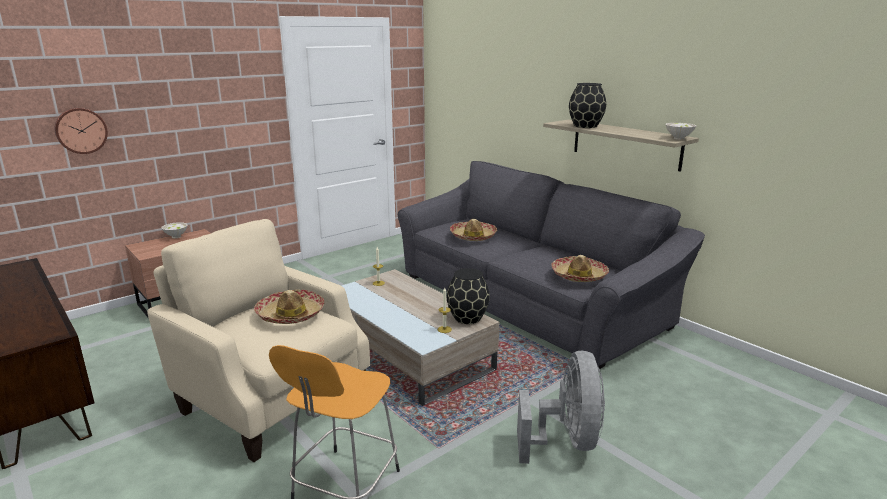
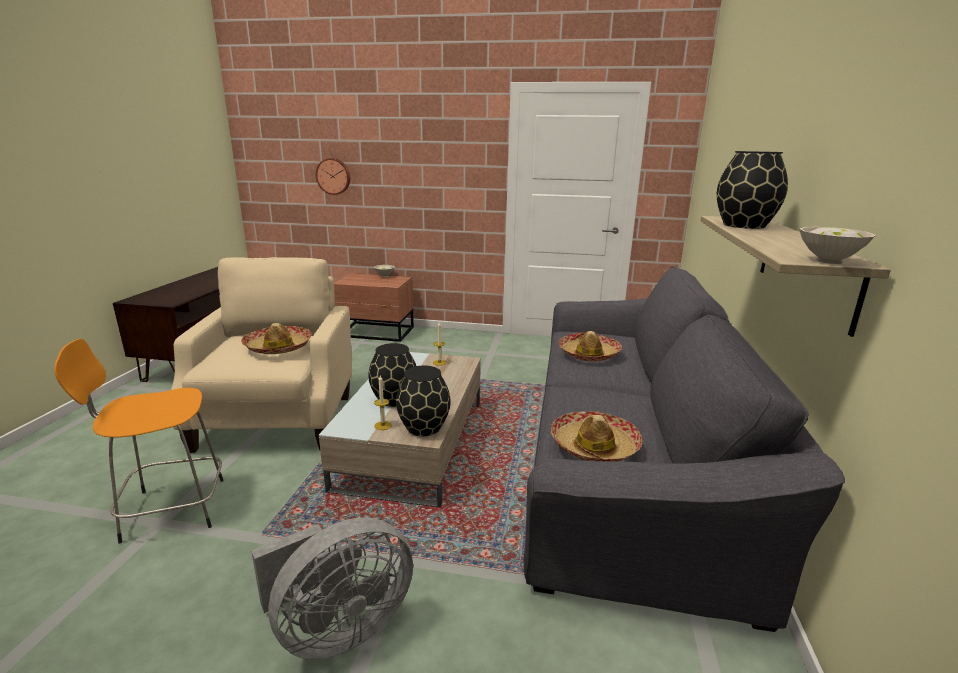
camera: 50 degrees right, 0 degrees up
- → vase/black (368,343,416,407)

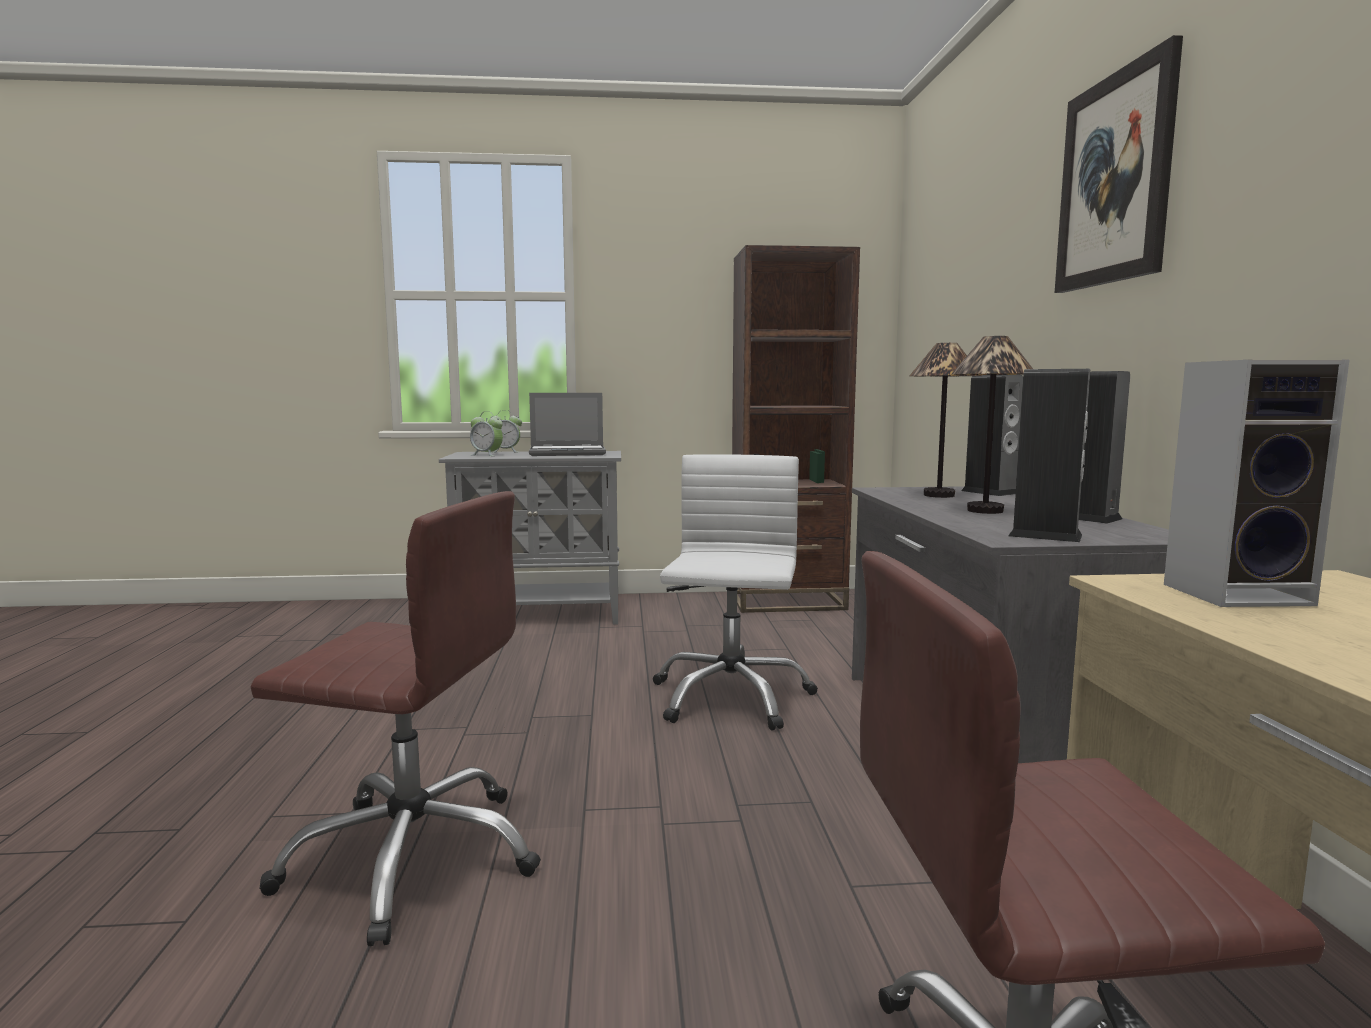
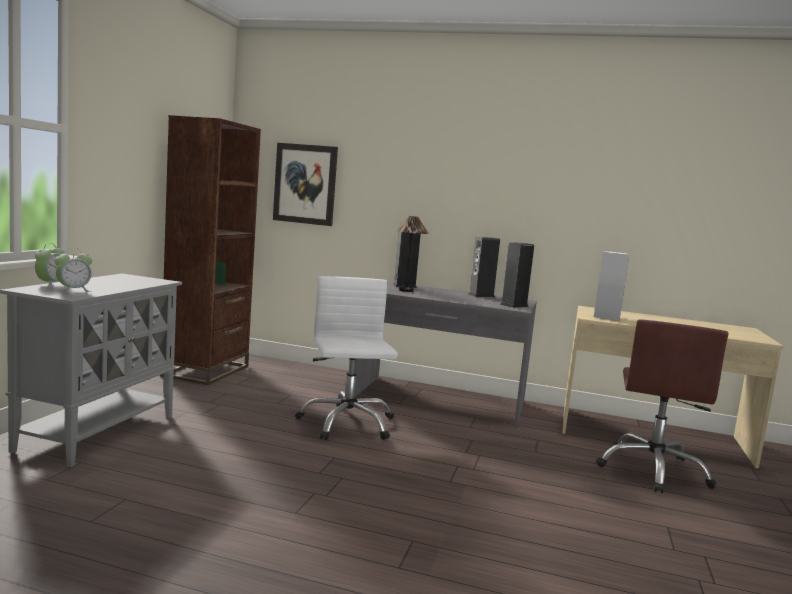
camera: 70 degrees left, 0 degrees up
picture (1055,35,1183,293) → picture (273,143,338,226), shifted
table lamp (951,336,1033,514) → -
laptop (529,393,606,456) → -
office chair/white (653,454,818,731) → office chair/white (295,276,398,441), 45 degrees clockwise
office chair/brown (251,491,541,946) → -

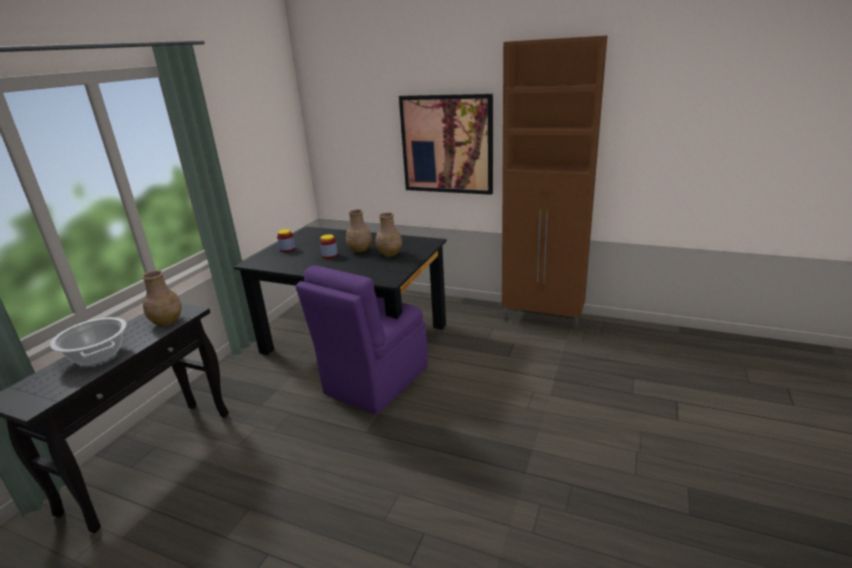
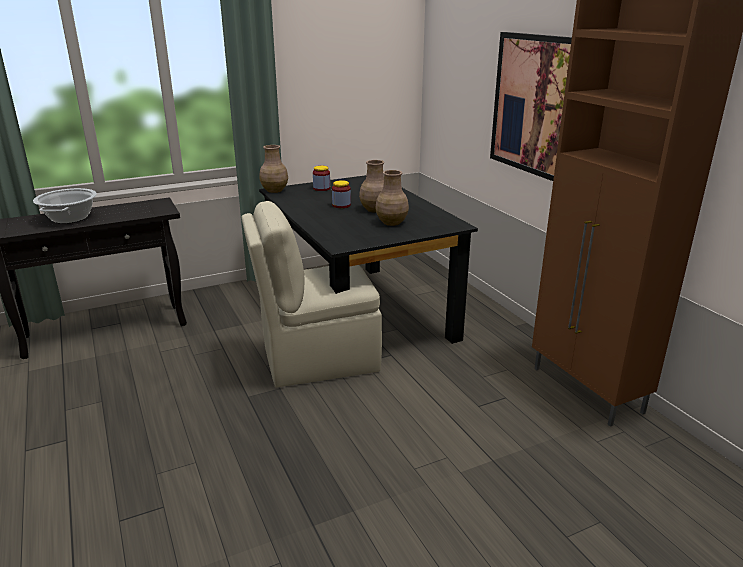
camera: 40 degrees right, 0 degrees up
chair/purple (296,265,428,415) → chair/beige (241,201,382,388)
vase/brown (141,270,182,326) → vase/brown (259,145,288,193), shifted

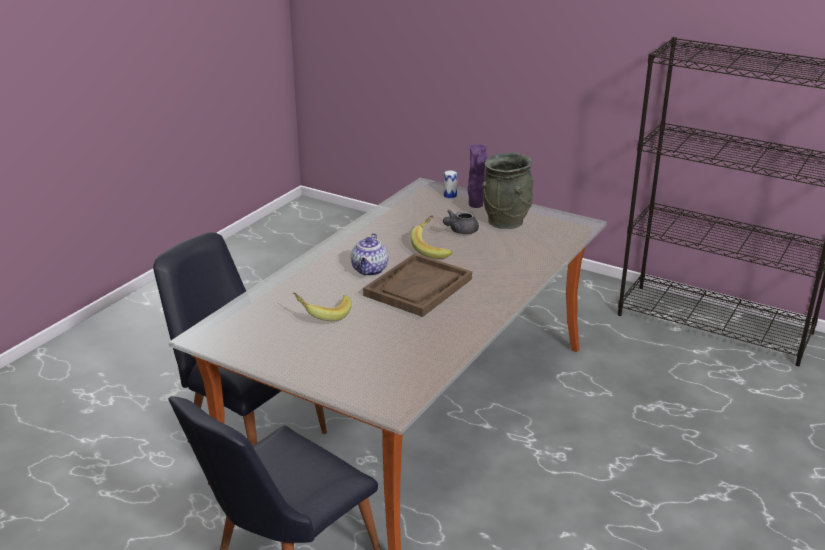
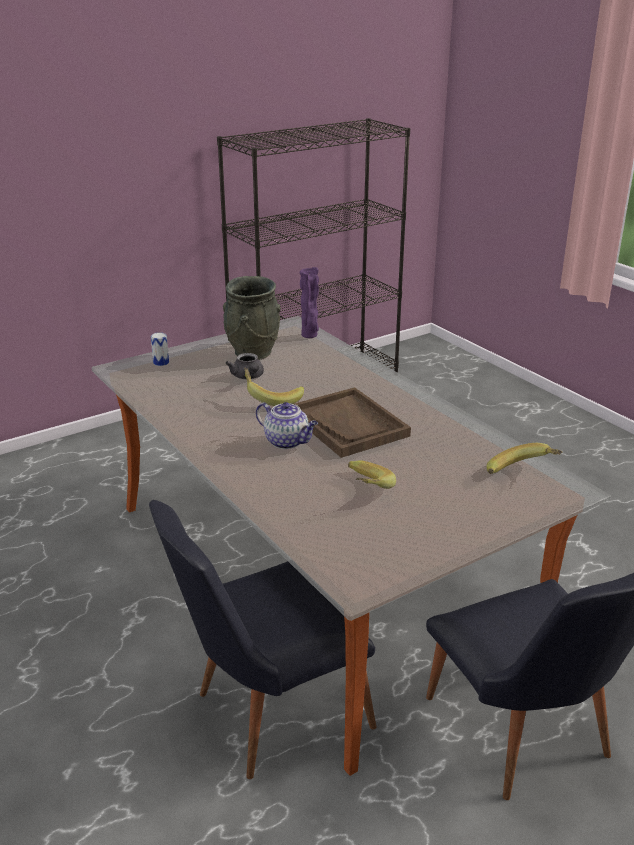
camera: 65 degrees left, 0 degrees up
vase/purple (468,144,488,208) → vase/purple (299,267,319,338), shifted
- → banana (486,443,563,474)

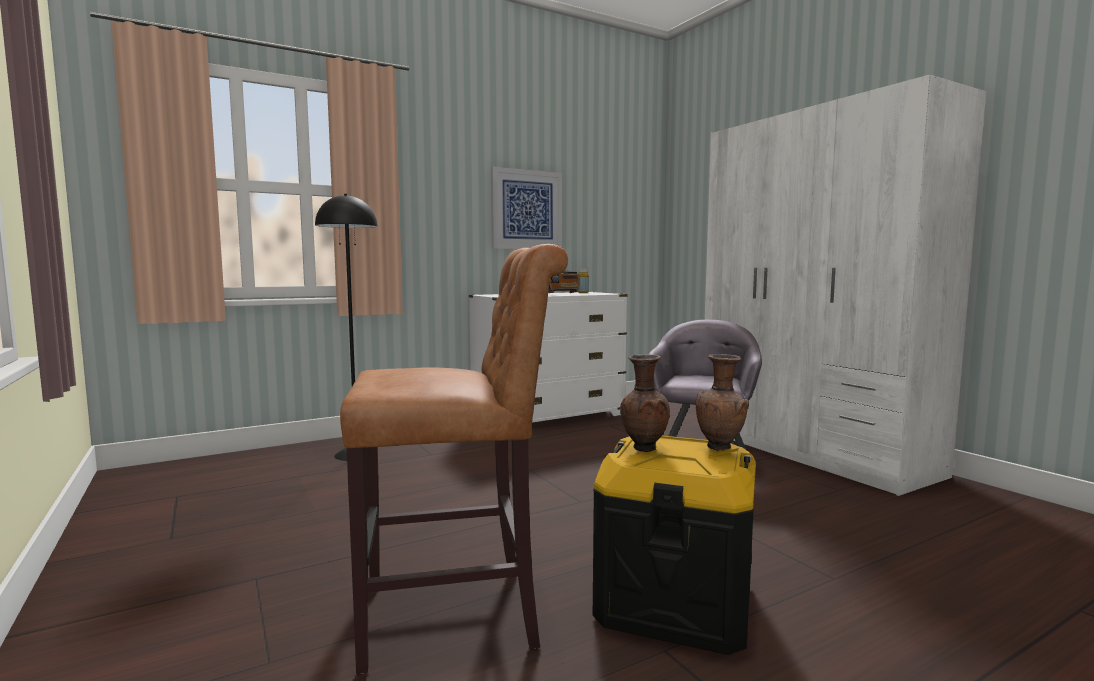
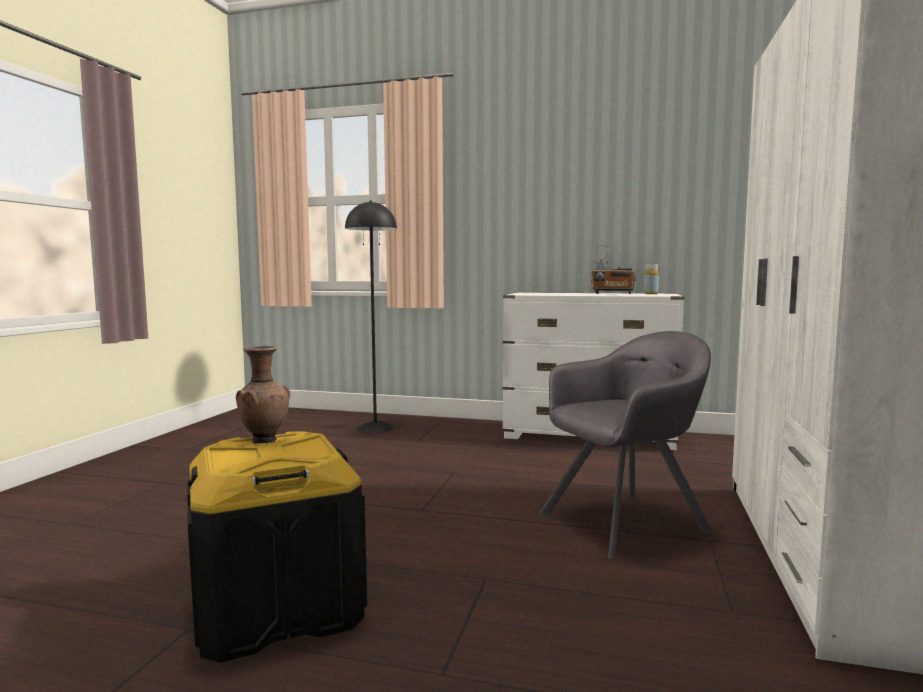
camera: 45 degrees right, 0 degrees up
picture (491,167,562,249) → -
stool/brown (340,244,568,674) → -
vase/brown (695,354,749,451) → -

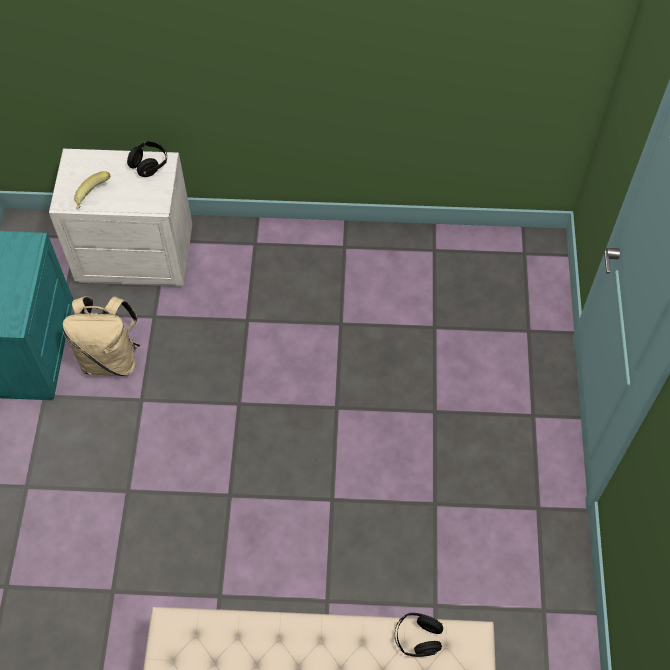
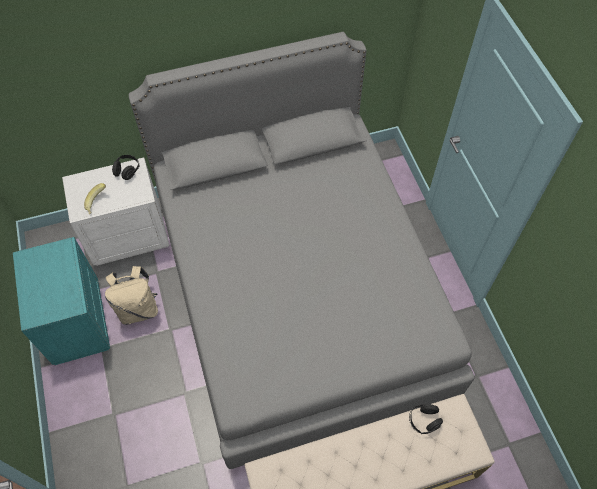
camera: 20 degrees left, 0 degrees up
- → bed/grey (129,32,474,469)

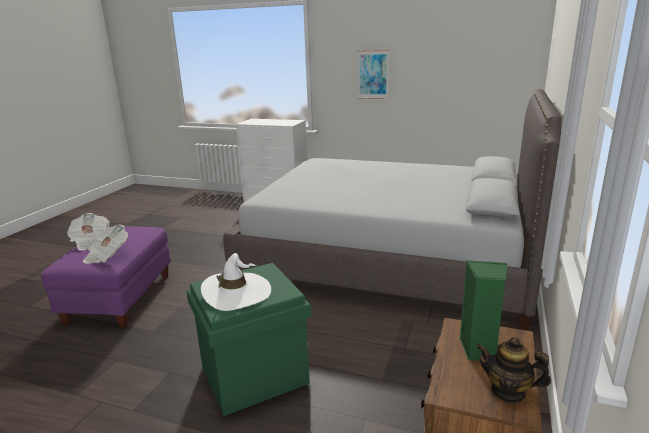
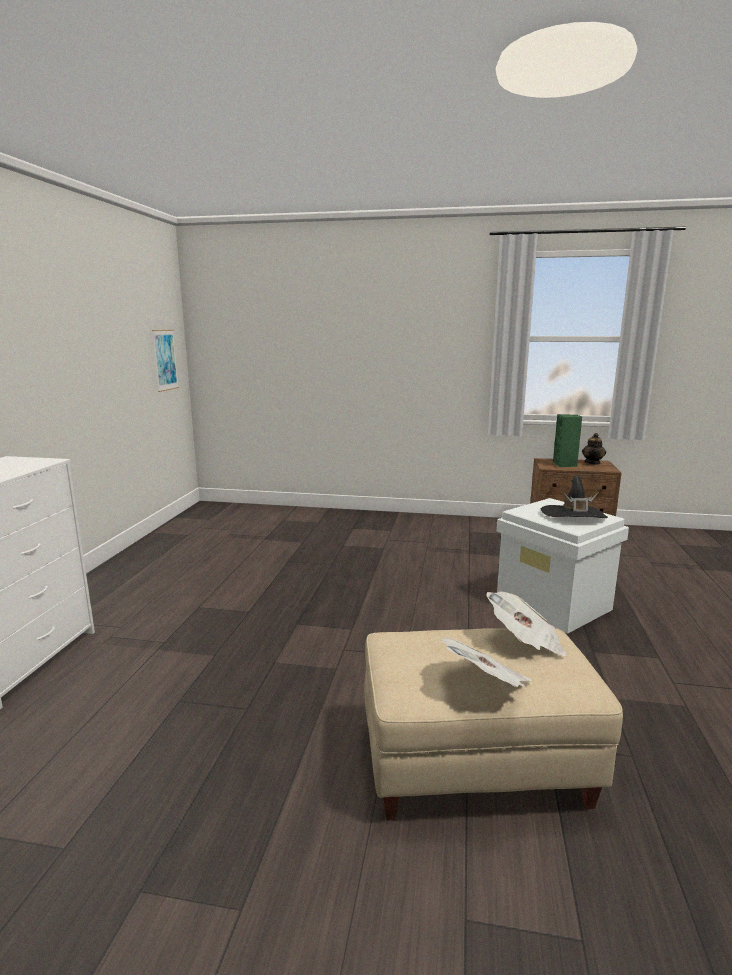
camera: 100 degrees left, 5 degrees down
picture (358,50,388,99) → picture (152,330,179,392), shifted
bed/grey (223,89,562,331) → -
ottoman/purple (41,226,171,328) → ottoman/beige (364,628,623,820)
hat/white (201,253,271,311) → hat/black (541,476,608,518)
storage box/green (186,263,311,416) → storage box/white (496,498,629,634)

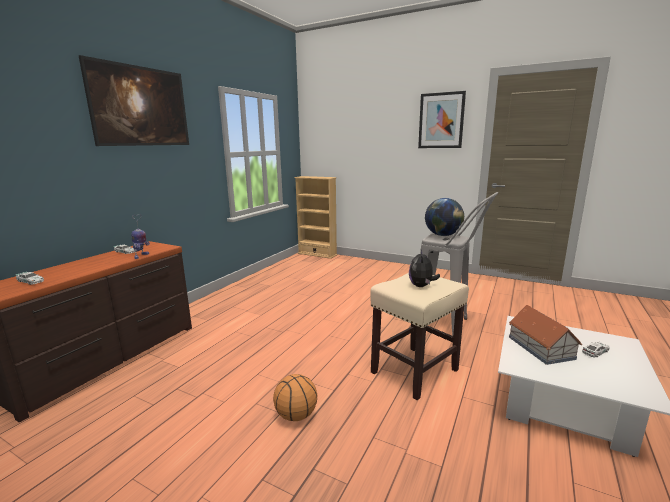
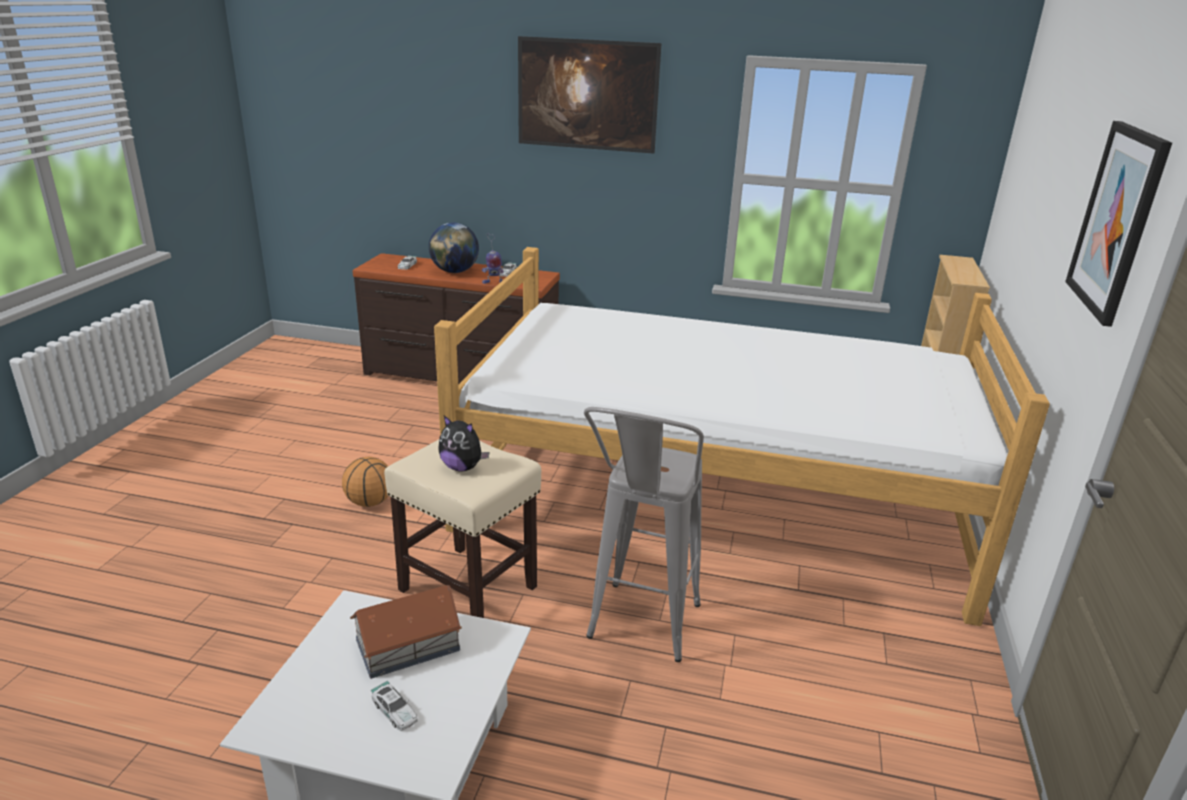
camera: 75 degrees right, 10 degrees up
globe (425,198,464,236) → globe (429,222,479,273), shifted
plush toy (409,250,440,287) → plush toy (438,416,489,472), 150 degrees counterclockwise
- → bed (434,247,1050,626)

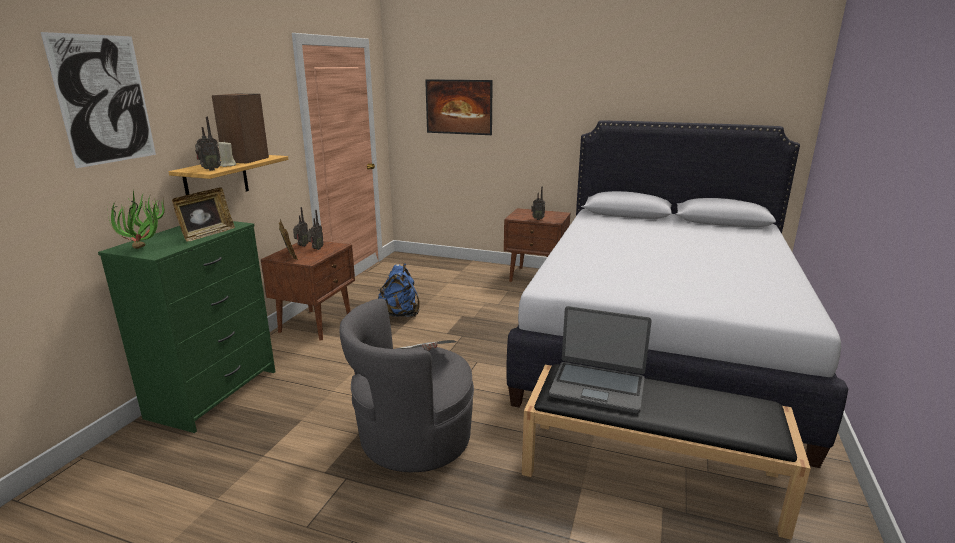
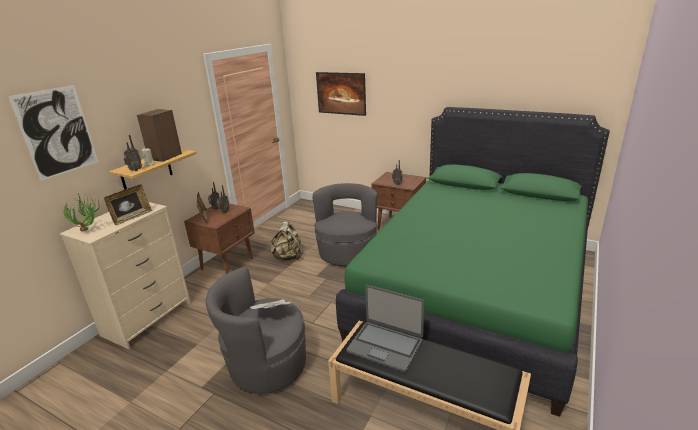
camera: 10 degrees right, 5 degrees up
bed/white (507,120,848,468) → bed/green (336,107,610,417)
dresser/green (98,221,275,433) → dresser/beige (60,202,191,349)
backpack/blue (378,263,420,317) → backpack/beige (270,221,301,260)
- → armchair/grey (313,183,377,266)

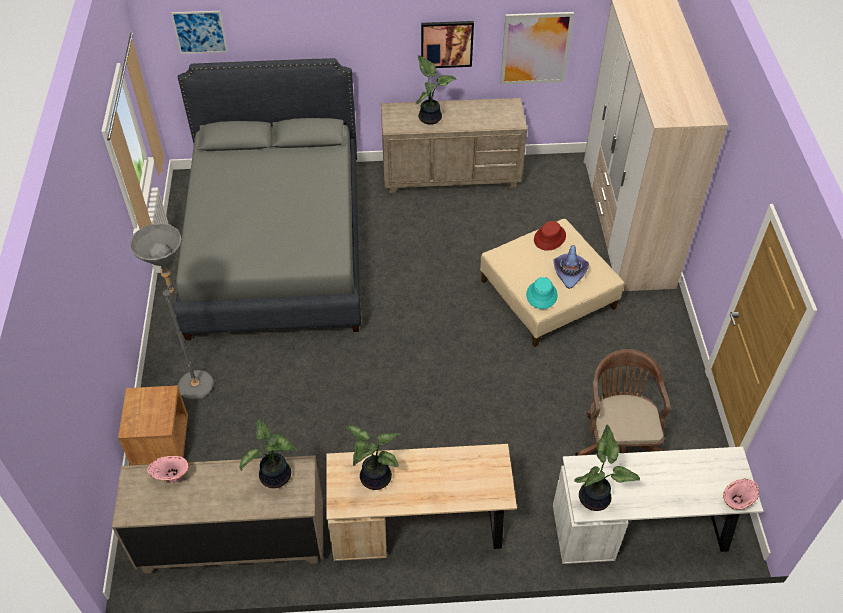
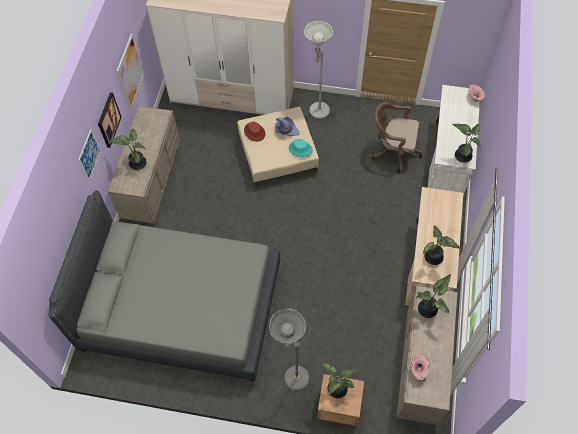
camera: 75 degrees left, 10 degrees up
picture (171,11,228,54) → picture (79,129,101,180), shifted
- → floor lamp/grey (304,21,333,119)
- → potted plant (321,363,356,398)

